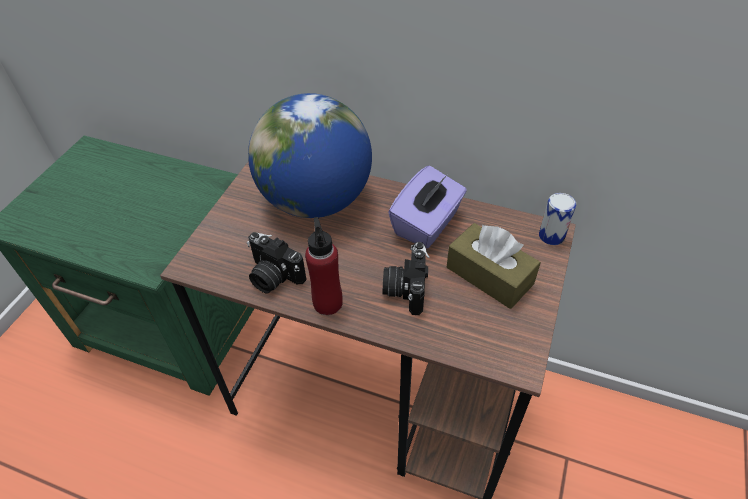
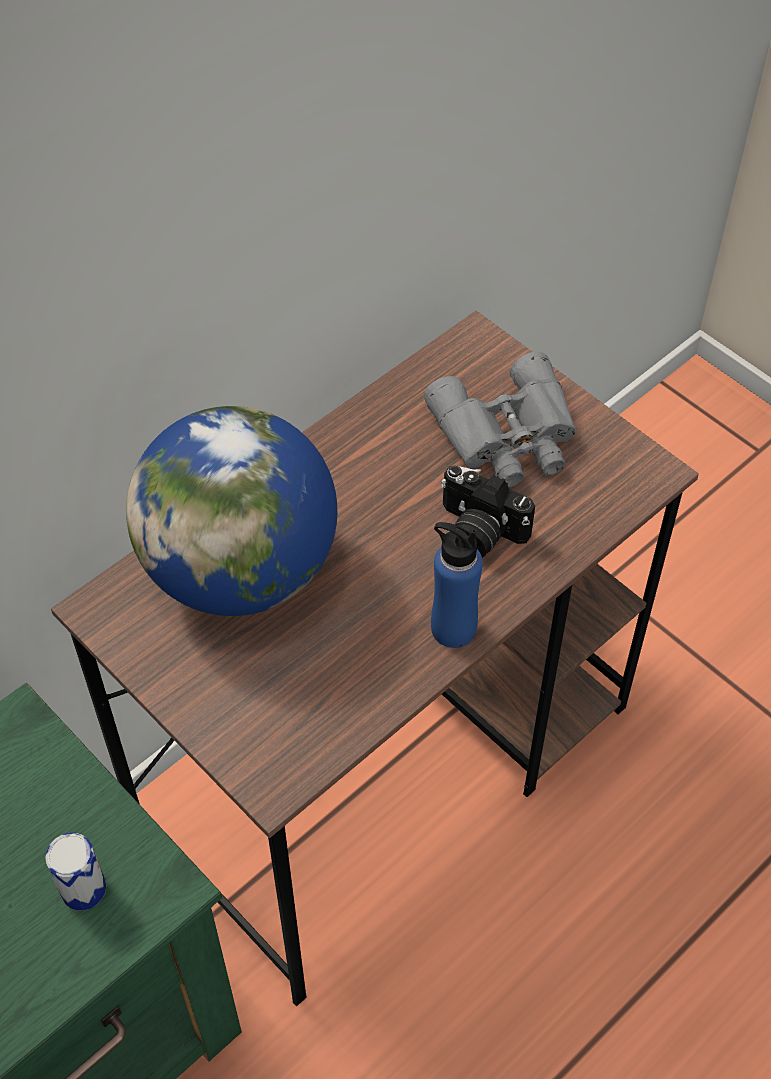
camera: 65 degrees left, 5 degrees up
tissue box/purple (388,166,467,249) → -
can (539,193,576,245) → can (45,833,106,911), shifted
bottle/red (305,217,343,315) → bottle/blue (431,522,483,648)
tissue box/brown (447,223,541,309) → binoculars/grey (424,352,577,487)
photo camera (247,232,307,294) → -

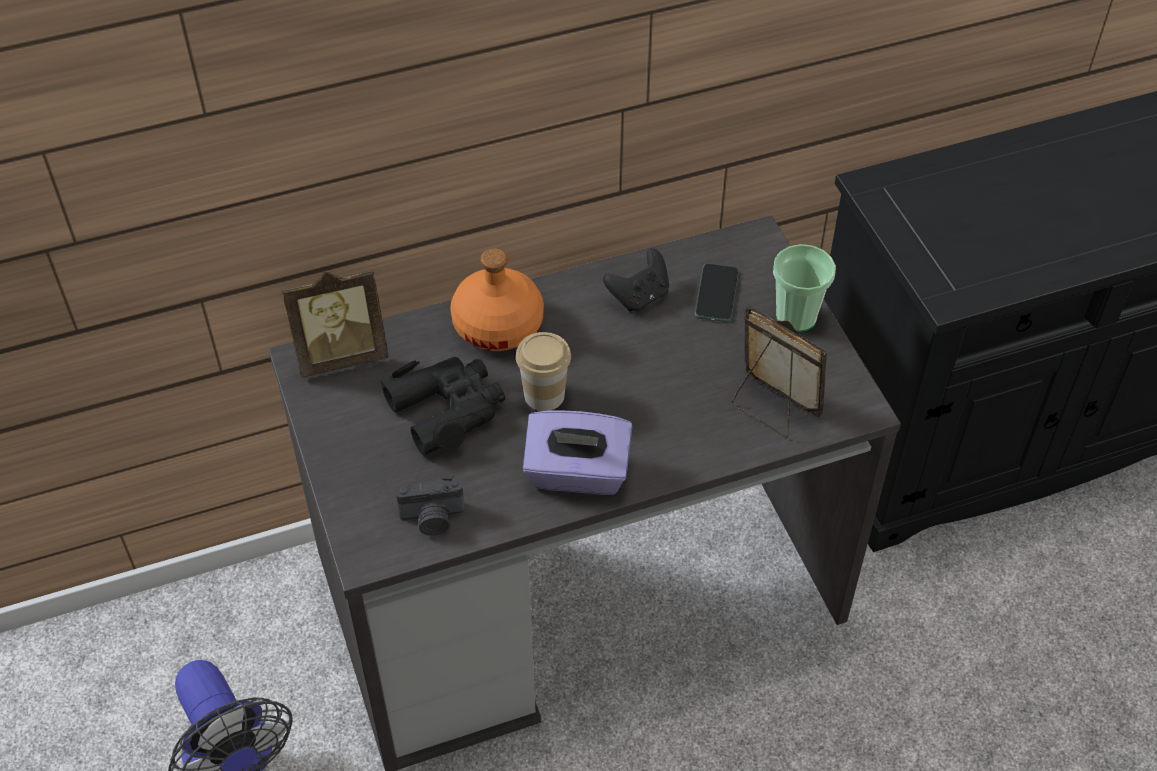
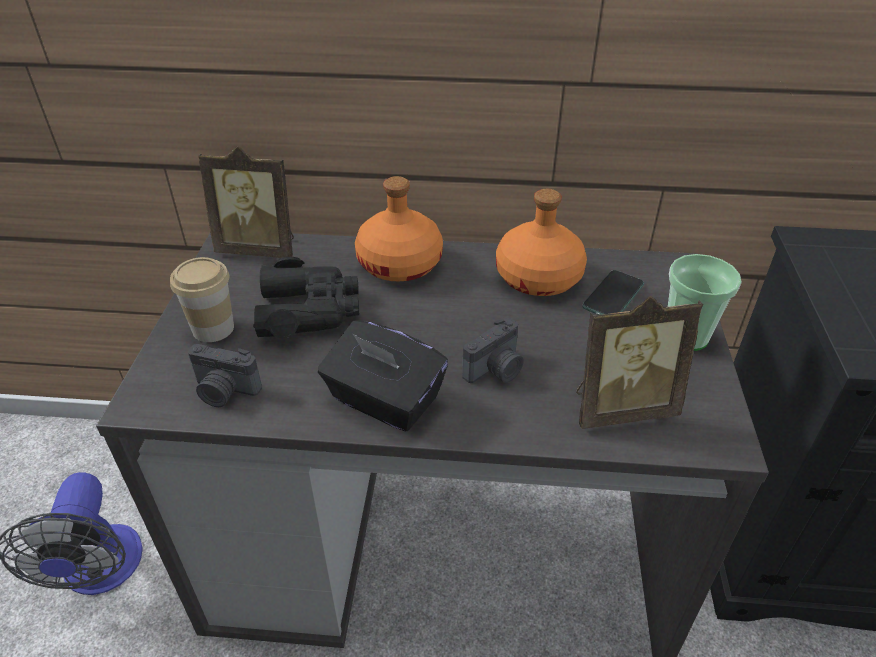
camera: 25 degrees right, 10 degrees down
game controller/black (603,248,669,311) → bottle/orange (496,189,587,296)
picture frame (732,305,827,438) → picture frame (576,296,703,429), 105 degrees clockwise
cup (516,332,571,411) → cup (170,257,234,342), shifted
tissue box/purple (523,411,632,495) → tissue box/black (318,320,448,431)
- → photo camera (462,317,524,383)

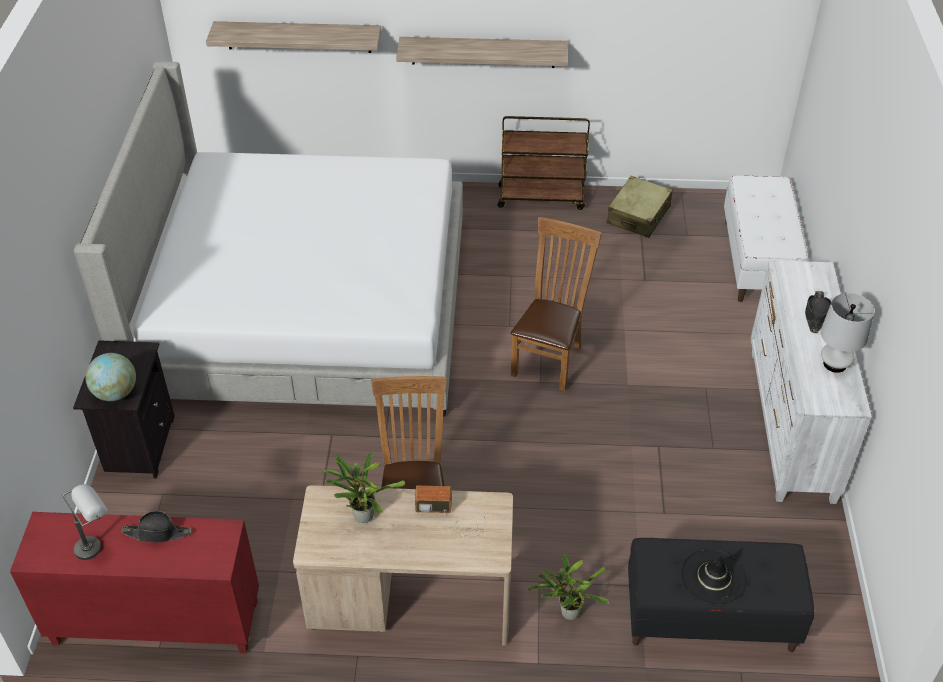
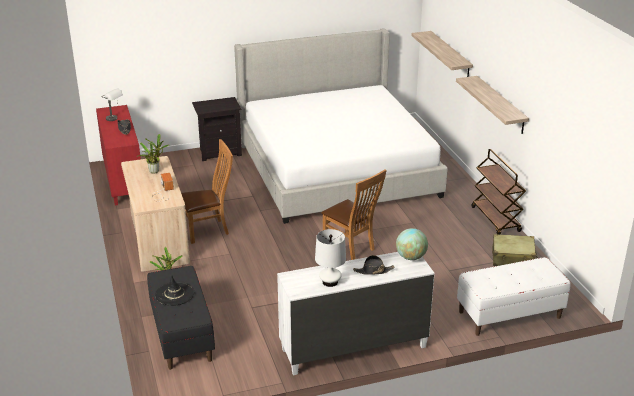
camera: 70 degrees right, 15 degrees down
chair/brown (511,217,602,391) → chair/brown (321,169,387,260), 45 degrees clockwise
globe (85,353,136,401) → globe (396,228,428,260), shifted

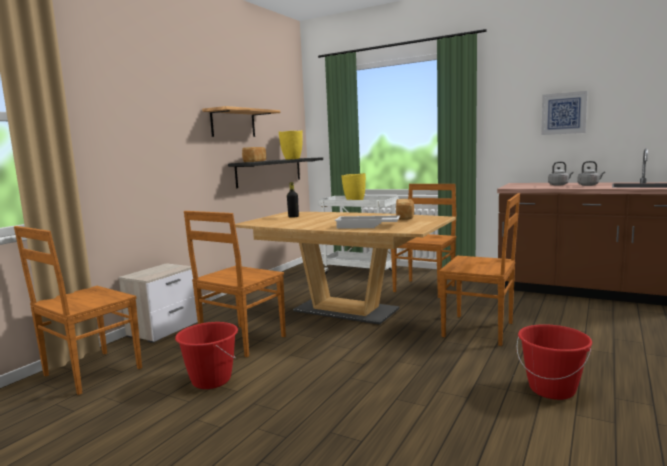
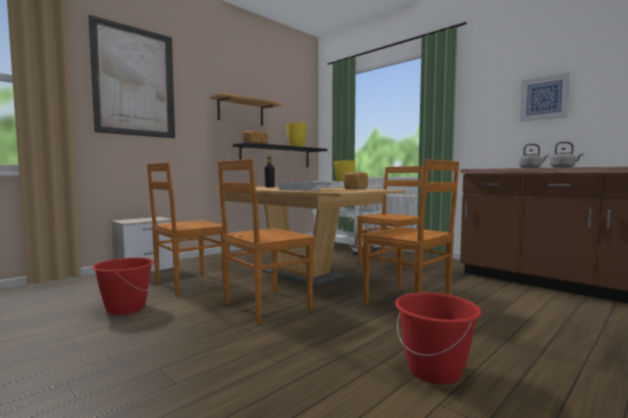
camera: 15 degrees right, 5 degrees down
chair/brown (14,226,142,395) → chair/brown (218,159,315,324), shifted
- → picture (88,15,175,138)

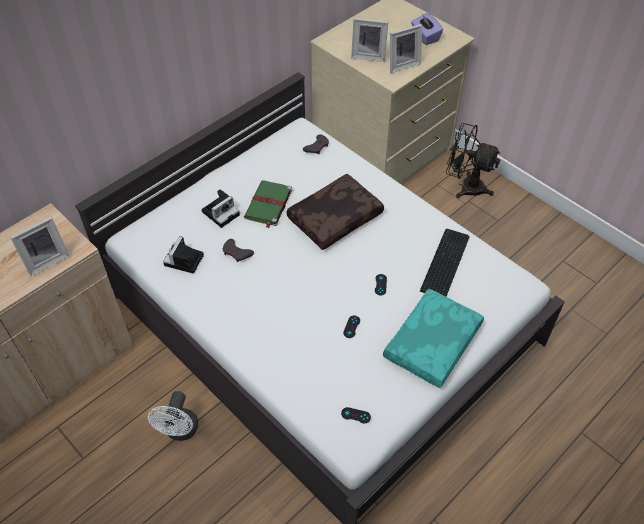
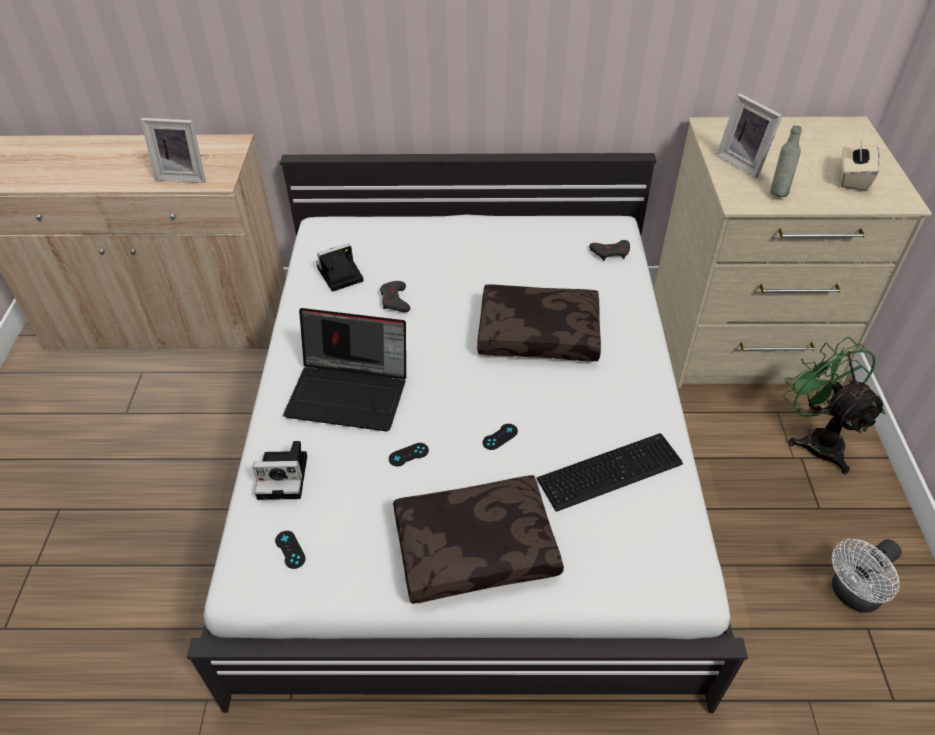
camera: 45 degrees right, 5 degrees down
tissue box/purple (411,13,443,45) → tissue box/beige (841,139,880,191)
picture frame (390,24,422,73) → bottle/grey (770,125,802,197)
fan/black (446,123,501,198) → fan/green (784,337,886,474)
book/green (244,180,292,228) → -
photo camera (201,189,240,228) → photo camera (253,441,307,500), shifted
pillow/turquoise (383,288,484,388) → pillow/brown (393,475,564,604)
fan/white (148,391,198,441) → fan/white (832,539,902,613), shifted
- → laptop (283,308,406,431)

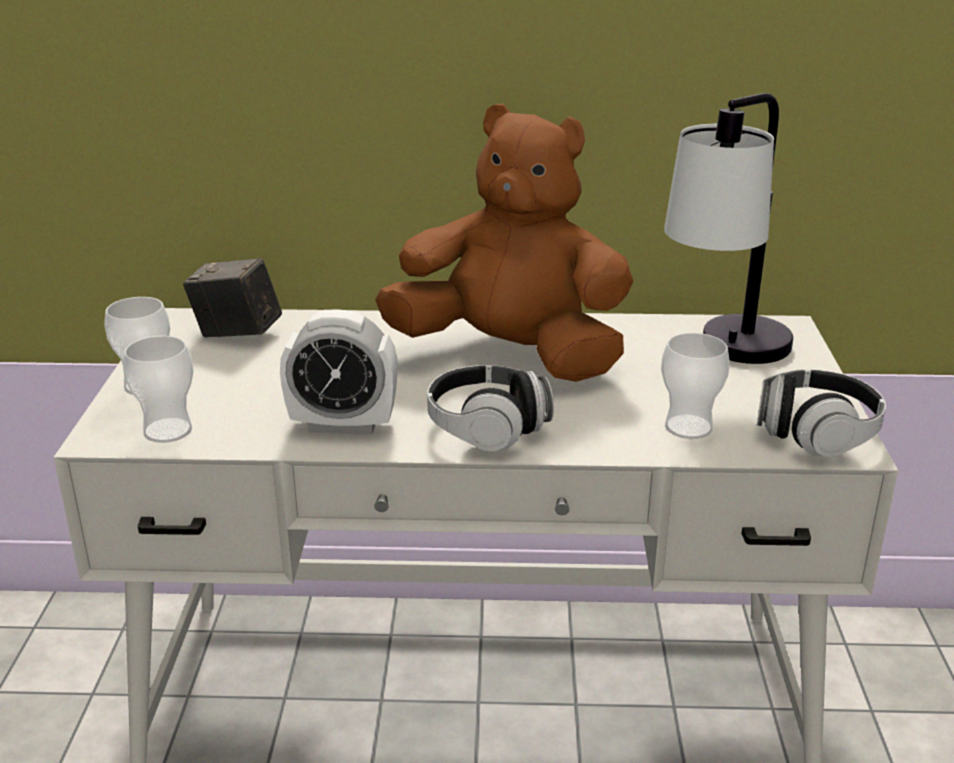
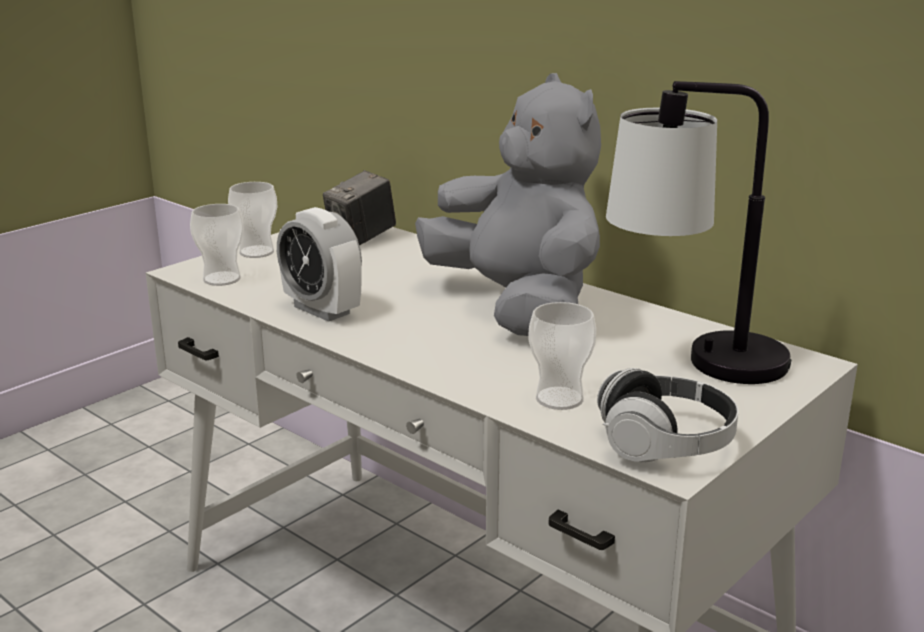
camera: 40 degrees right, 5 degrees down
plush toy/brown (375,104,633,382) → plush toy/grey (415,73,601,336)
photo camera (183,258,282,337) → photo camera (323,170,396,246), 105 degrees counterclockwise
headphones (427,365,554,451) → -

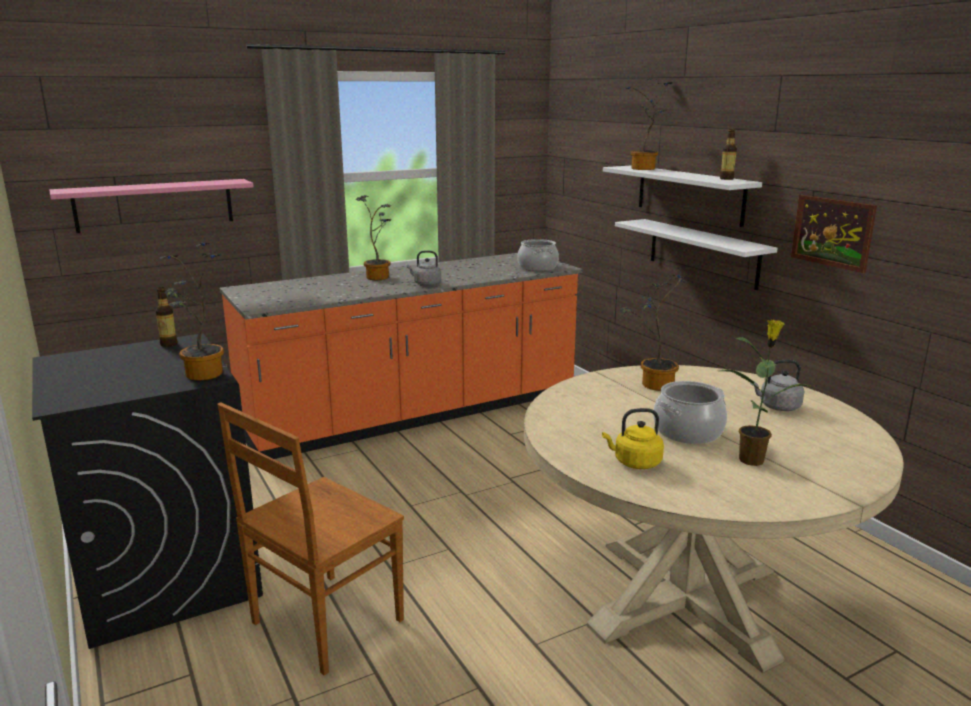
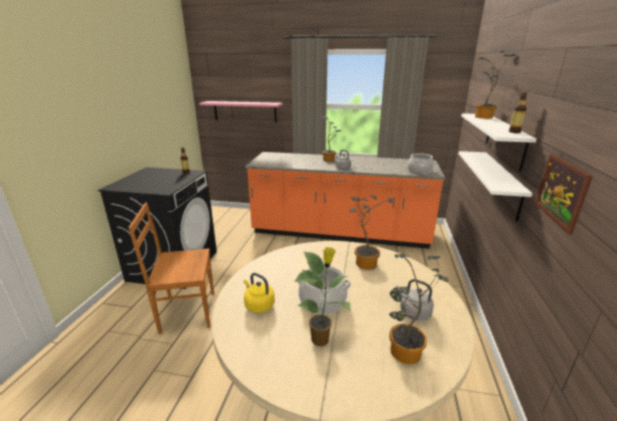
camera: 40 degrees right, 5 degrees up
potted plant (160,243,224,380) → potted plant (389,254,449,364), shifted

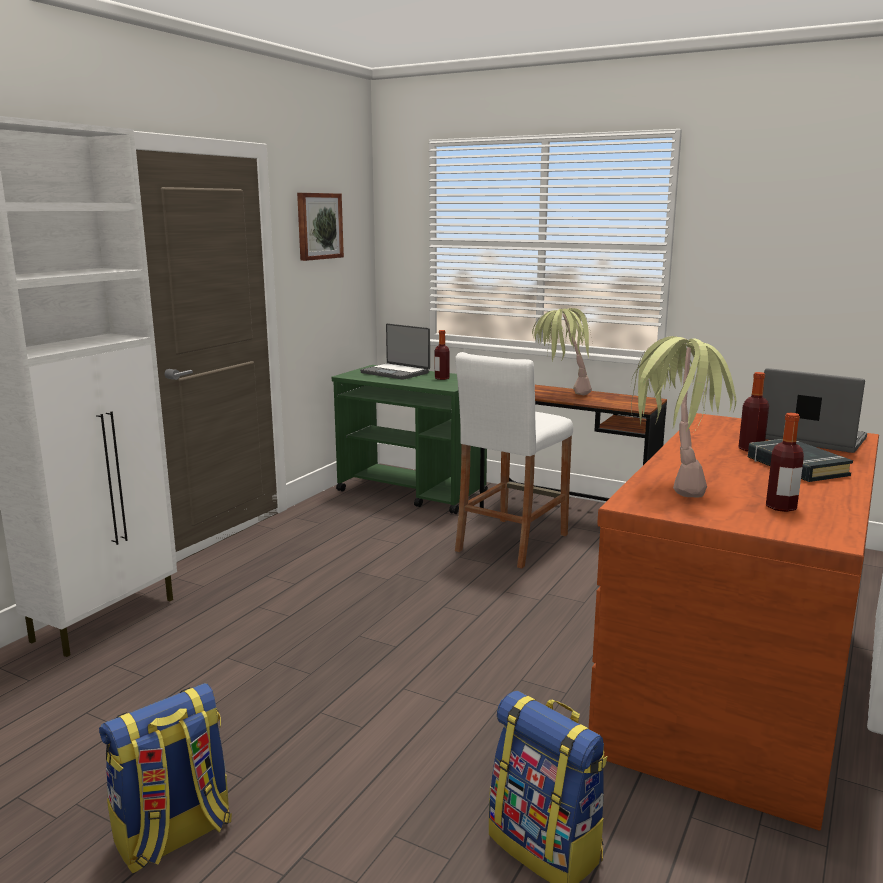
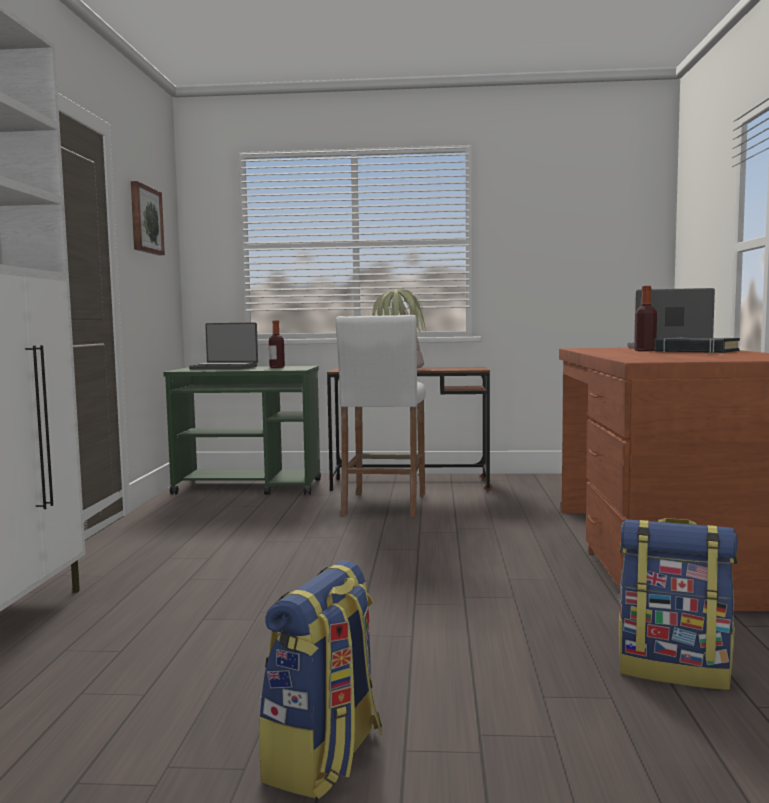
camera: 25 degrees left, 10 degrees down
potted plant (631,336,736,497) → -
bottle (766,413,804,512) → -

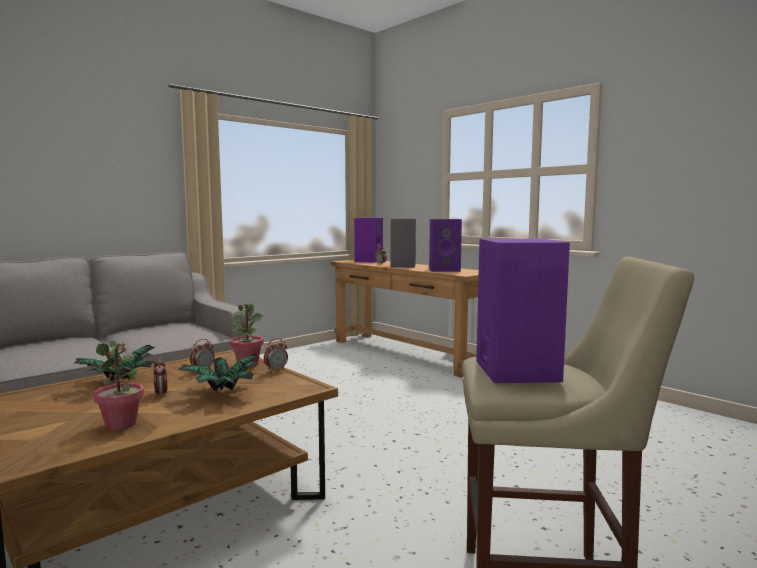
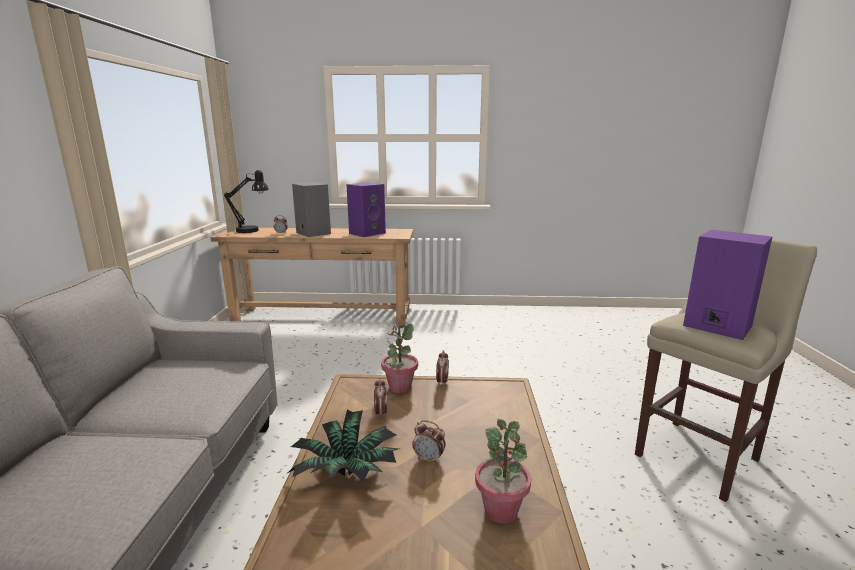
camera: 45 degrees left, 10 degrees up
speaker/purple (354,218,383,263) → table lamp/black (224,170,269,233)
potted plant (178,354,262,391) → -

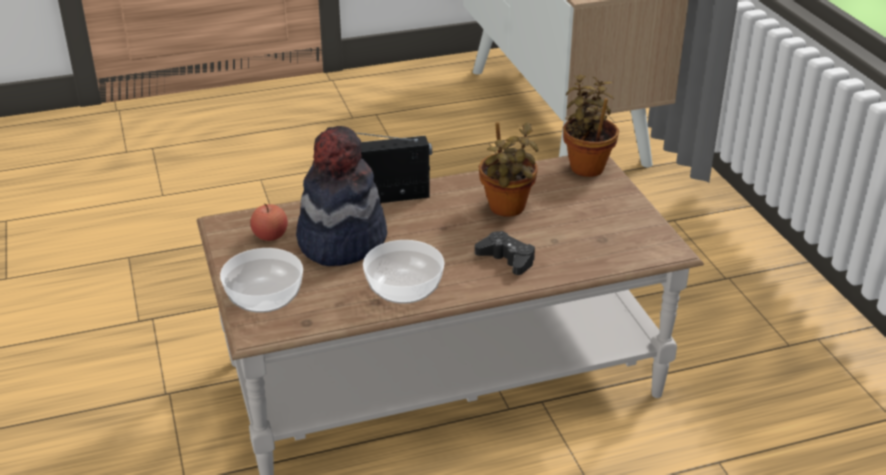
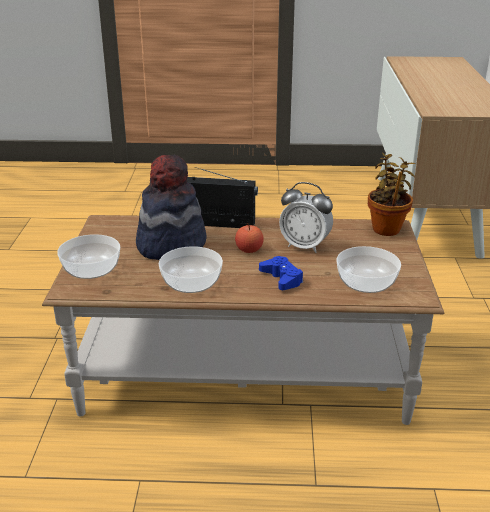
camera: 20 degrees right, 5 degrees down
potted plant (479,122,538,217) → alarm clock (279,182,333,253)
apple (250,203,288,241) → apple (235,223,264,253), shifted
game controller/black (475,231,535,275) → game controller/blue (259,256,303,290)
- → bowl (337,246,401,293)

